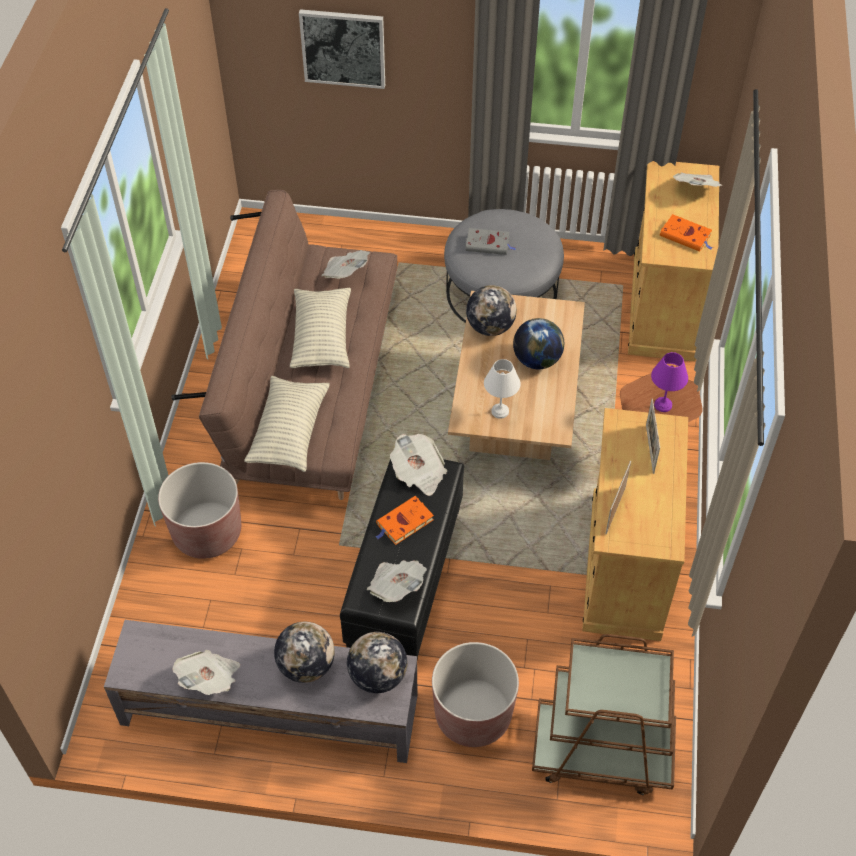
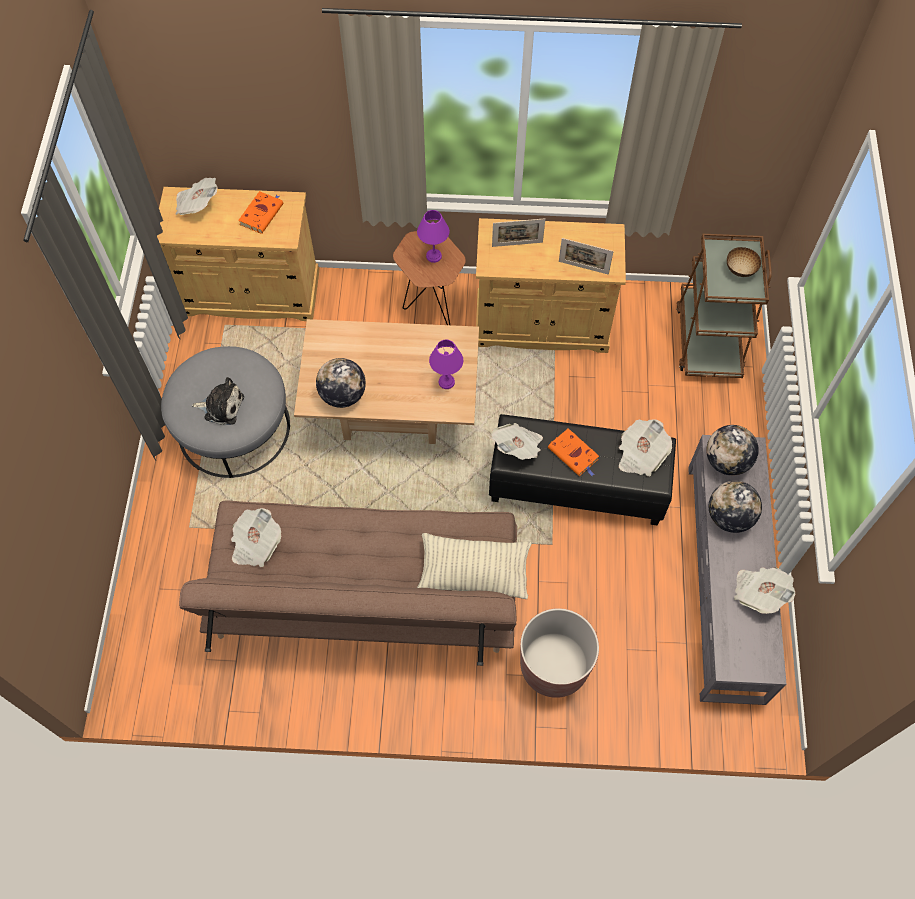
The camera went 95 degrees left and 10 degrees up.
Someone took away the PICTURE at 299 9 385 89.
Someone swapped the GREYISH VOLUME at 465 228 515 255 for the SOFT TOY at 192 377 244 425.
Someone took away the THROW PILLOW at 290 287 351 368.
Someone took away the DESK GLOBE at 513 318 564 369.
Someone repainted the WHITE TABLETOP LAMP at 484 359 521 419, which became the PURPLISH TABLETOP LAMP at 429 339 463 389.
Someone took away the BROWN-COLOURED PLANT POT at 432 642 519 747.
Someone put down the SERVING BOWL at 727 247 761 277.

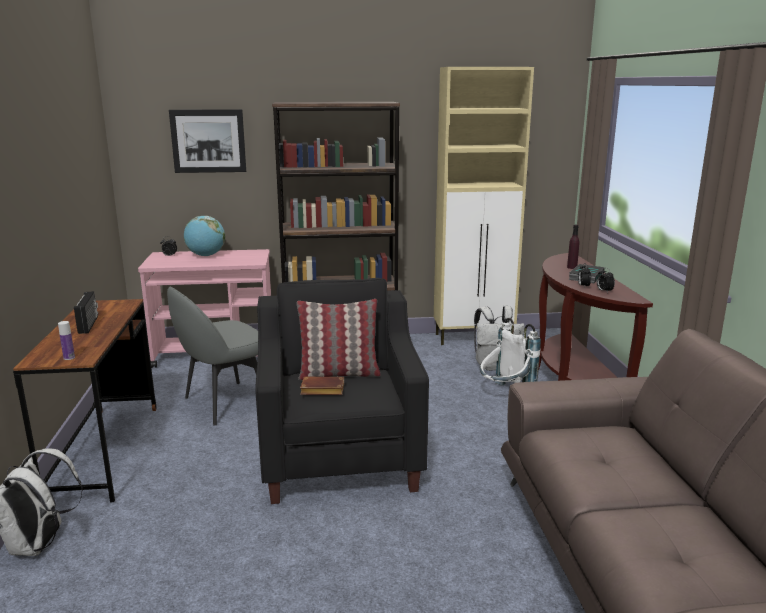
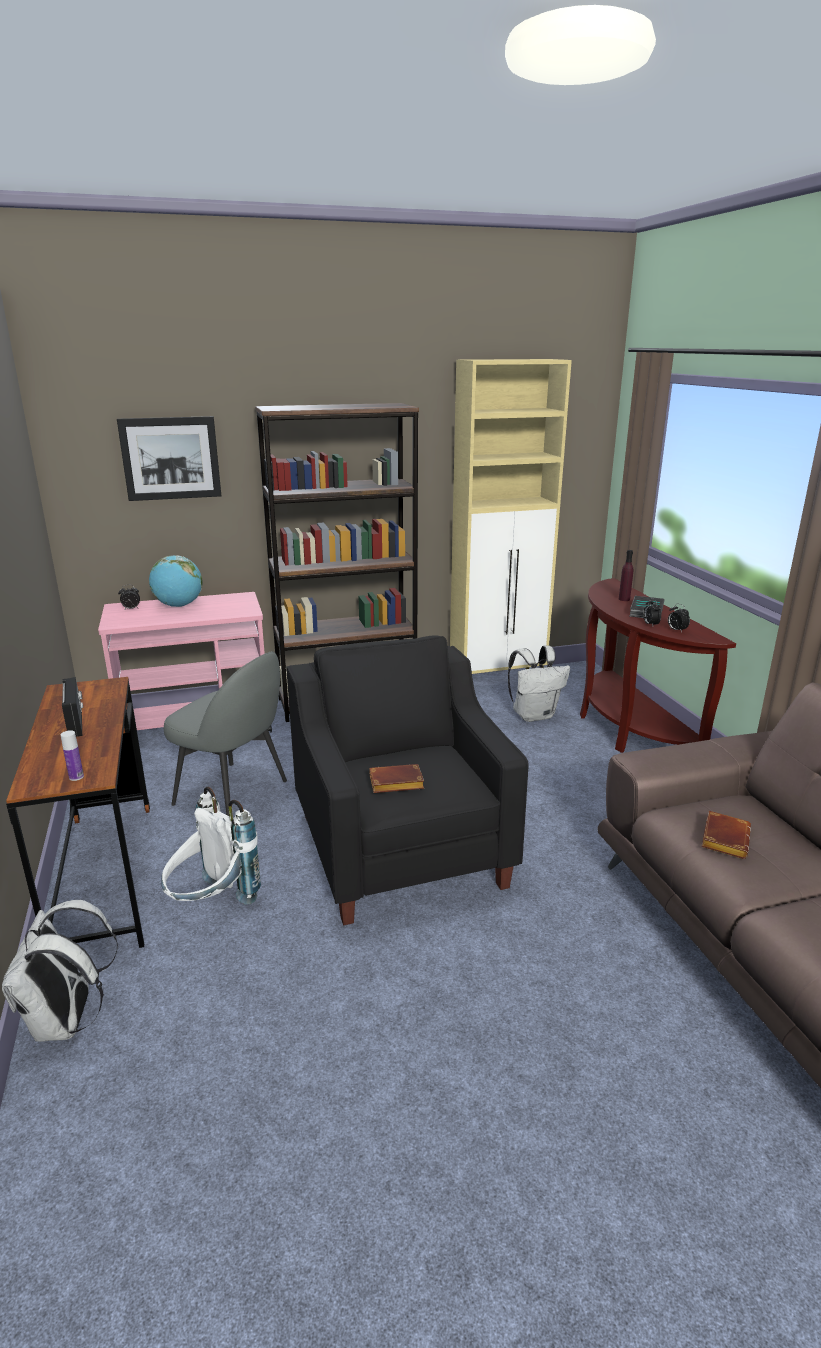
The camera went 10 degrees left and 5 degrees up.
Someone rotated the GREYISH CHAIR at 167 287 258 425 by 105 degrees counterclockwise.
Someone took away the THROW PILLOW at 297 299 381 380.
Someone carried the WHITE BACKPACK from 480 318 541 385 to 161 787 261 904.
Someone put down the BROWN-COLOURED VOLUME at 702 811 751 859.

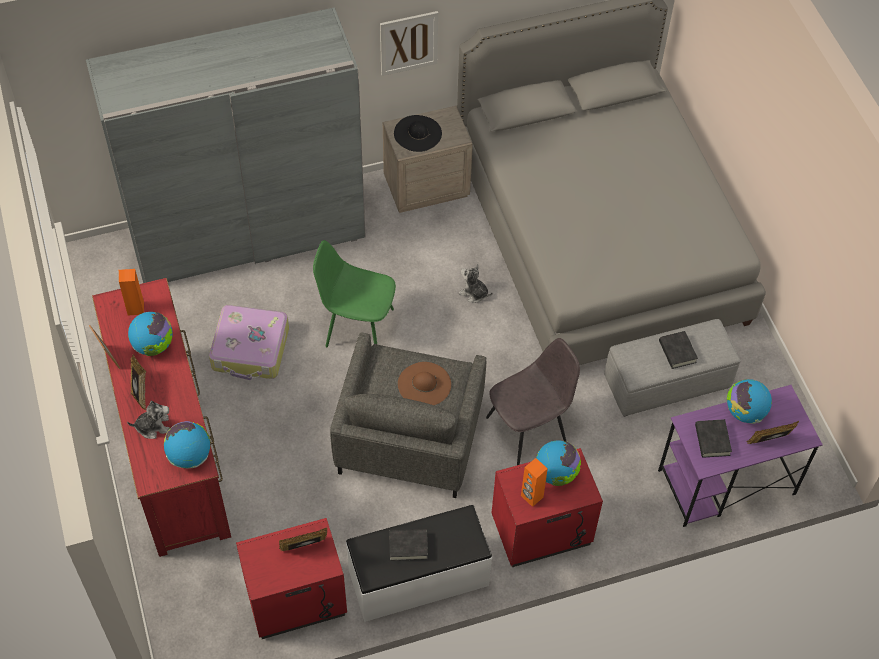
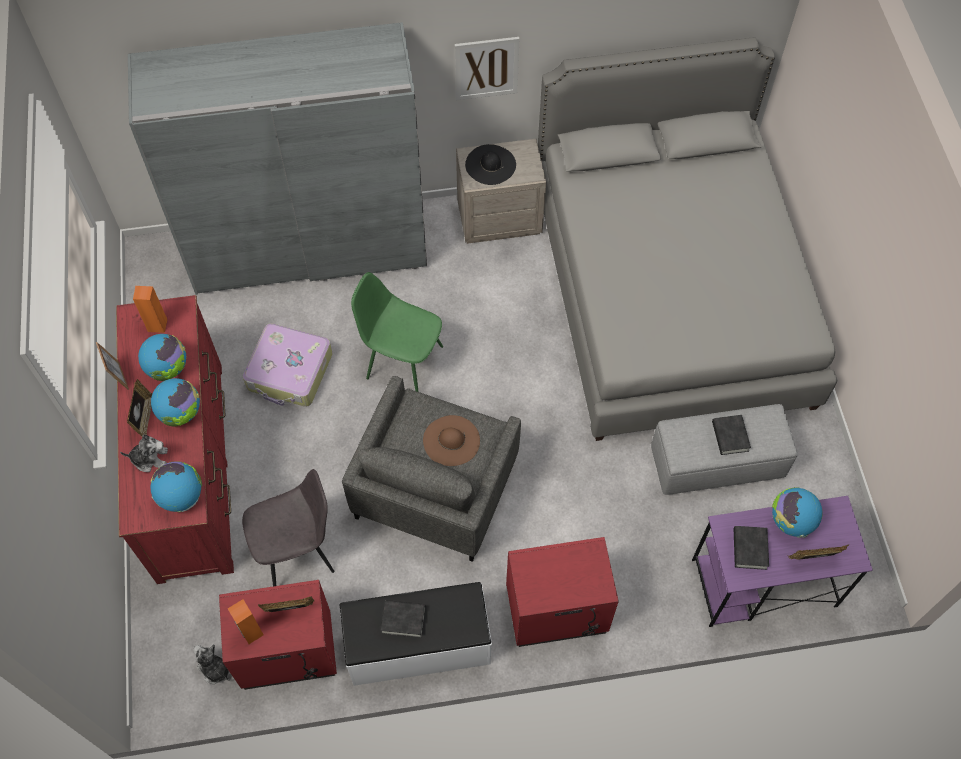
The camera went 10 degrees right and 5 degrees up.
Someone carried the SOFT TOY from 459 264 492 303 to 193 644 230 684.
Someone carried the GREYISH CHAIR from 486 338 580 465 to 242 469 334 586.
Someone carried the DESK GLOBE from 536 440 581 486 to 151 378 200 427.
Someone carried the ORANGE LOUDSPEAKER from 521 458 548 507 to 228 599 264 644.

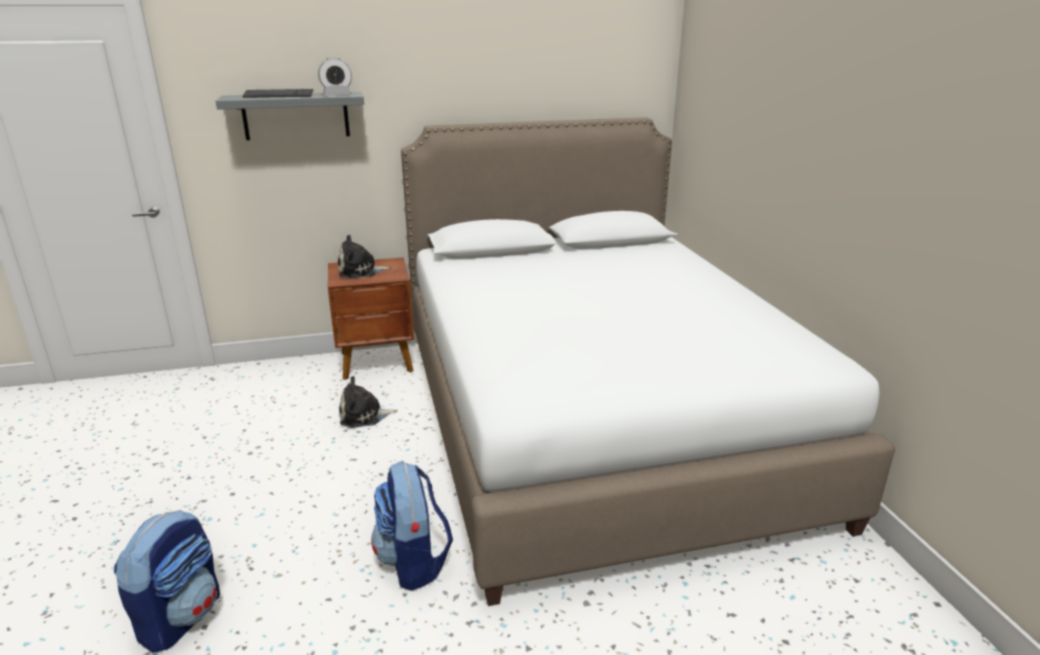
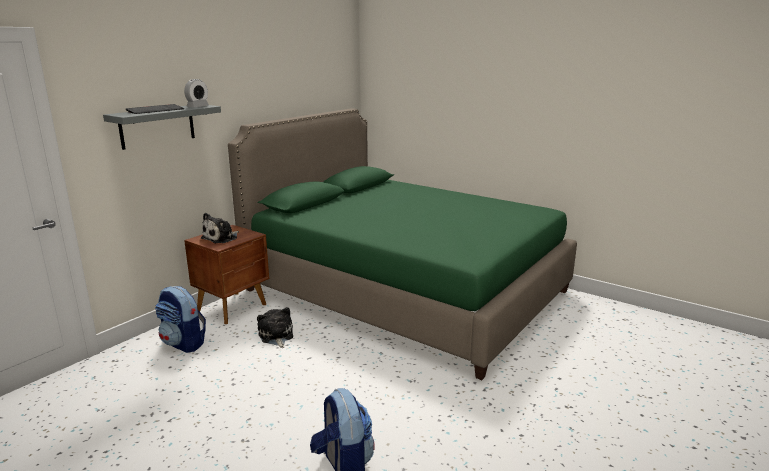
The camera went 40 degrees left and 5 degrees down.
Someone repainted the WHITE SLEEPING BED at 401 117 895 606, which became the GREEN-COLOURED SLEEPING BED at 228 108 577 380.
Someone rotated the SOFT TOY at 339 376 398 428 by 120 degrees clockwise.
Someone carried the BACKPACK from 371 461 453 591 to 155 286 206 353.

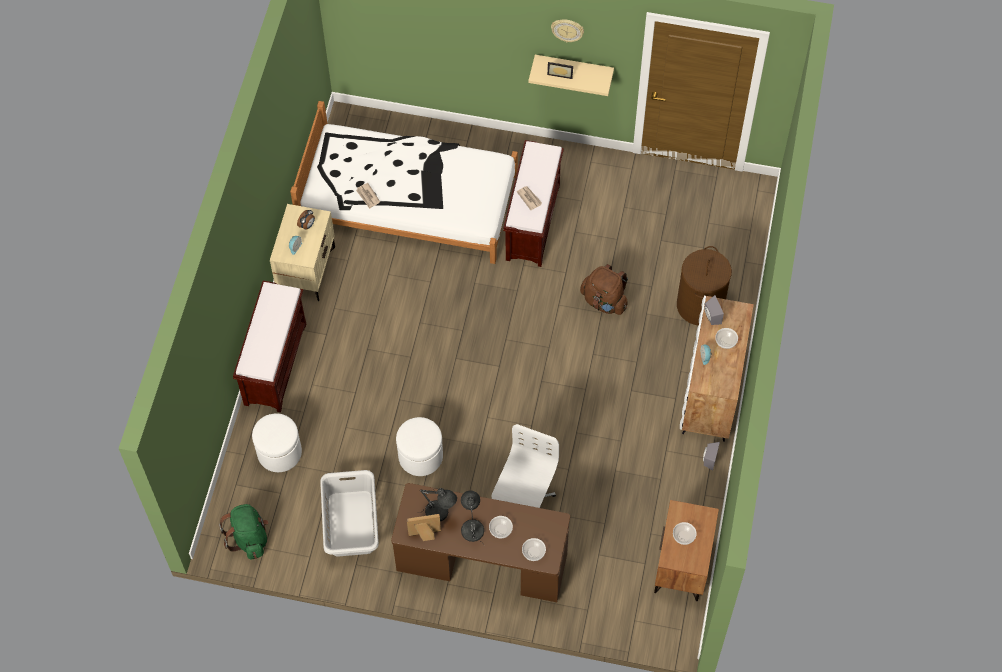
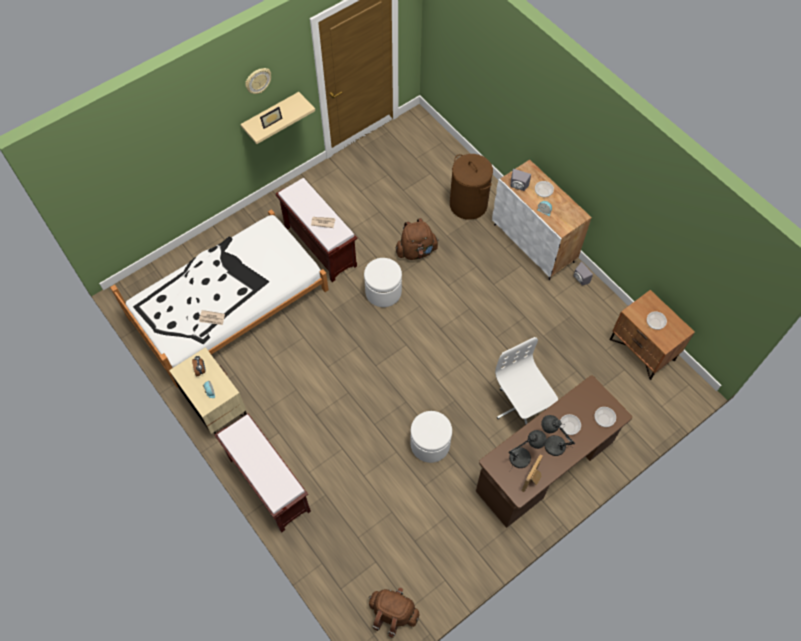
The camera went 50 degrees left and 0 degrees up.
Someone carried the WHITE OTTOMAN from 252 413 302 472 to 364 258 402 307.
Someone took away the GREYISH LAUNDRY BASKET at 320 470 379 557.
Someone repainted the GREEN-COLOURED BACKPACK at 219 504 269 559, which became the BROWN-COLOURED BACKPACK at 368 587 419 638.

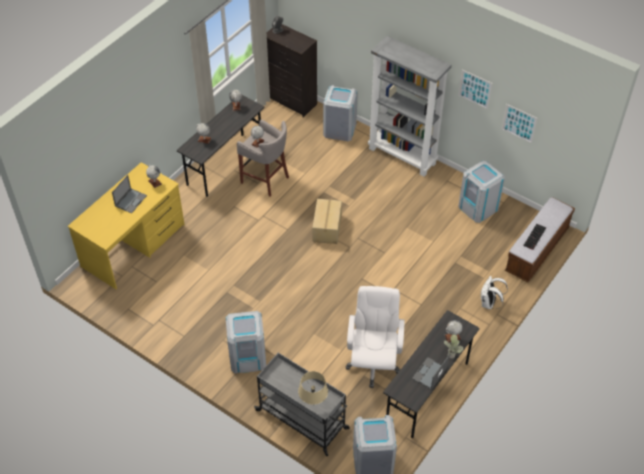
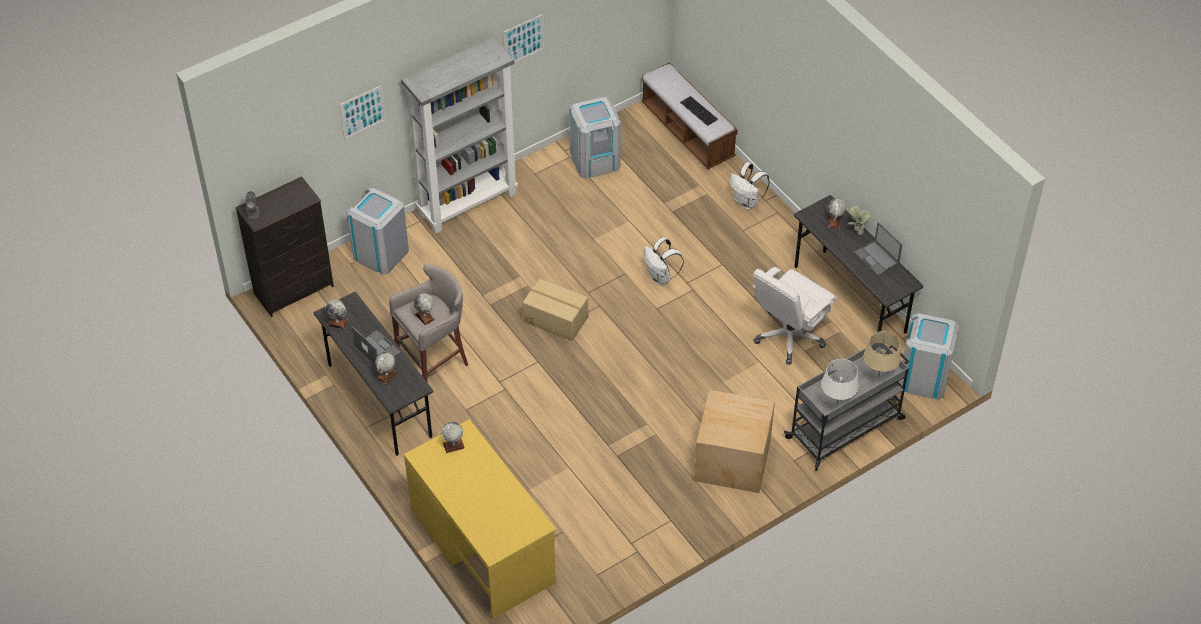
The camera went 70 degrees left and 0 degrees up.
Someone carried the PICTURE from 502 104 538 143 to 339 85 386 139.
Someone carried the NOTEBOOK COMPUTER from 112 175 147 213 to 352 326 401 364.
Someone rotated the WHITE DESK CHAIR at 345 286 405 388 by 75 degrees counterclockwise.
Someone swapped the GREYISH WASTE BIN at 226 311 266 374 for the CARDBOARD BOX at 694 390 775 493.
Someone put down the WHITE BACKPACK at 643 237 684 285.
Someone put down the WHITE TABLETOP LAMP at 821 359 859 403.

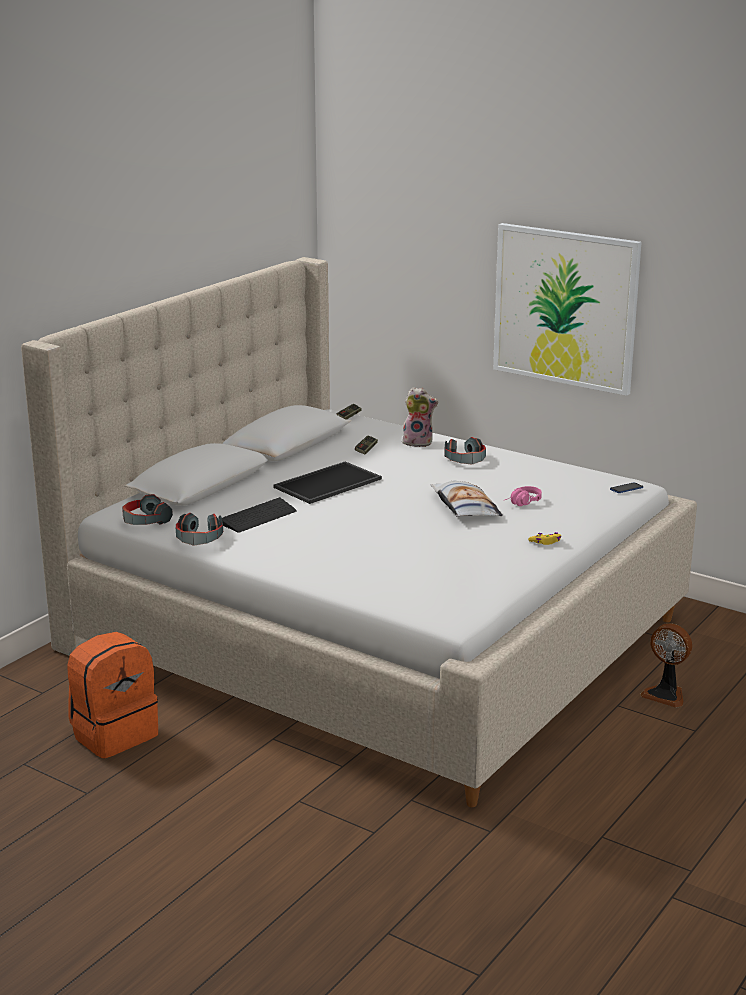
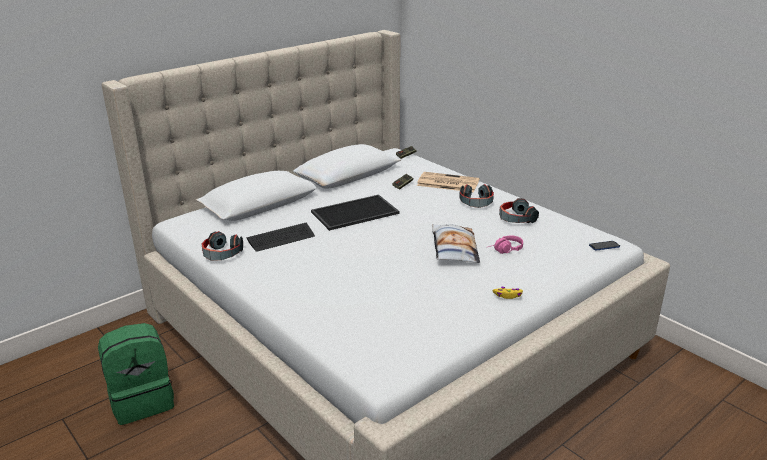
The camera went 15 degrees right and 5 degrees up.
Someone took away the PICTURE at 493 223 642 396.
Someone swapped the SOFT TOY at 402 387 438 447 for the NEWSPAPER at 417 172 479 192.
Someone carried the PAIR OF HEADPHONES from 122 494 173 525 to 499 198 539 223.
Someone took away the COOLING FAN at 640 623 692 708.
Someone repainted the ORANGE BACKPACK at 67 632 158 758, which became the GREEN-COLOURED BACKPACK at 98 323 174 425.

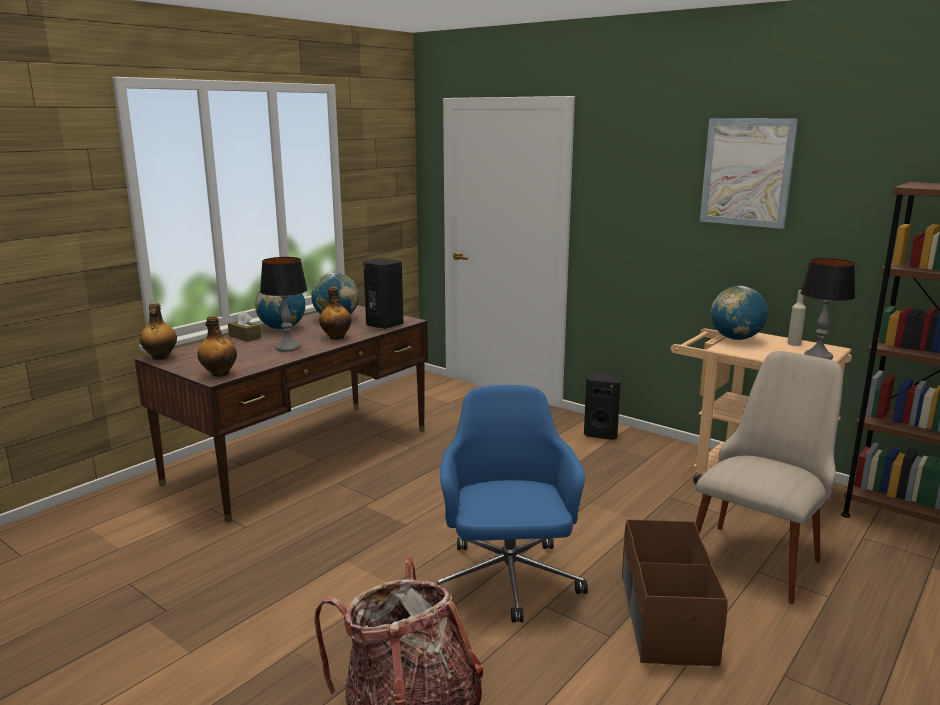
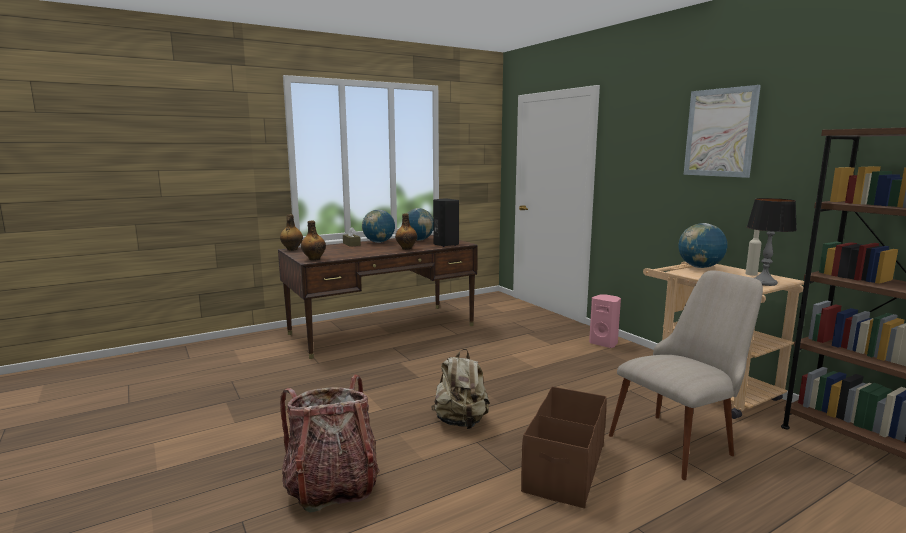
The camera went 20 degrees right and 5 degrees down.
Someone took away the TABLETOP LAMP at 260 257 308 352.
Someone repainted the BLACK-COLOURED LOUDSPEAKER at 584 372 621 440, which became the PINK LOUDSPEAKER at 589 294 621 348.
Someone swapped the BLUE-COLOURED DESK CHAIR at 437 385 588 623 for the BEIGE BACKPACK at 431 349 490 429.

